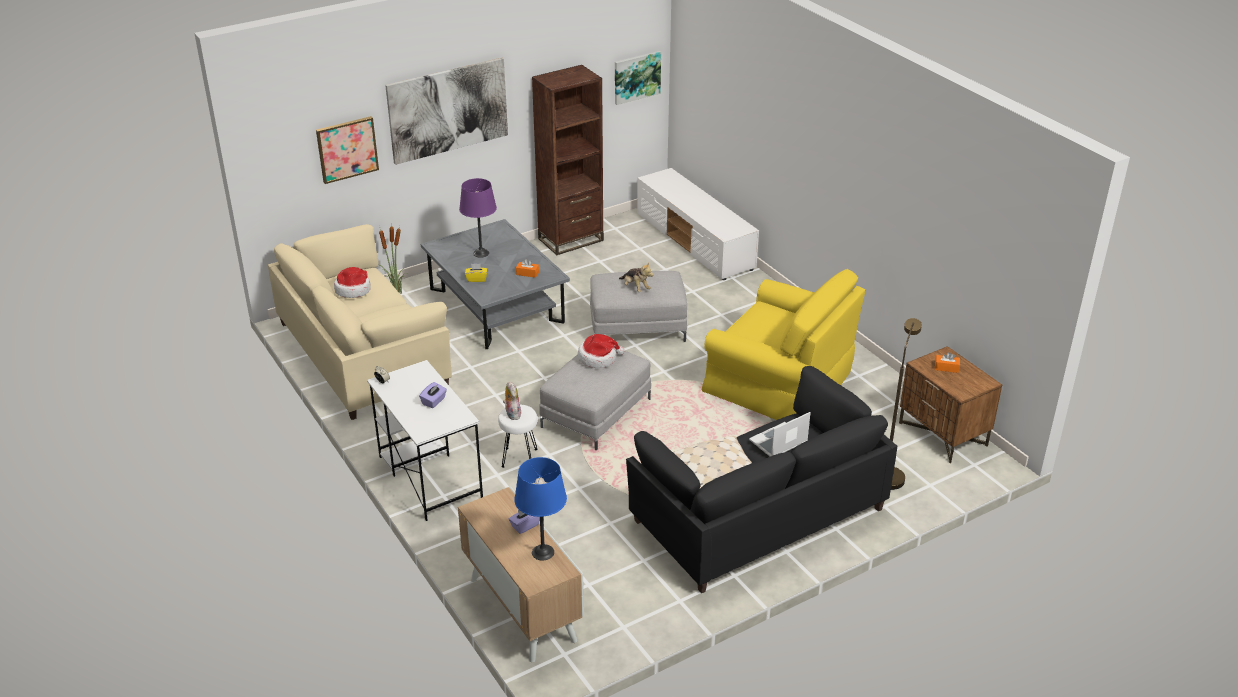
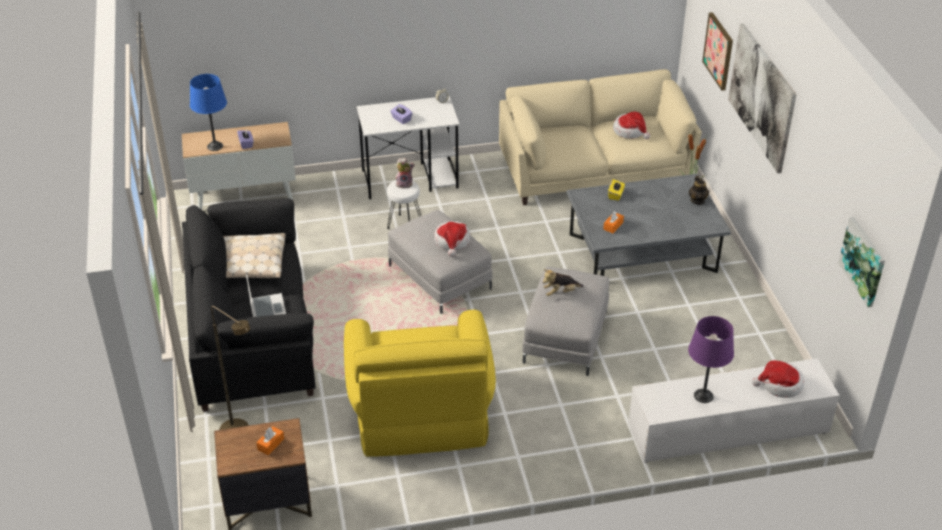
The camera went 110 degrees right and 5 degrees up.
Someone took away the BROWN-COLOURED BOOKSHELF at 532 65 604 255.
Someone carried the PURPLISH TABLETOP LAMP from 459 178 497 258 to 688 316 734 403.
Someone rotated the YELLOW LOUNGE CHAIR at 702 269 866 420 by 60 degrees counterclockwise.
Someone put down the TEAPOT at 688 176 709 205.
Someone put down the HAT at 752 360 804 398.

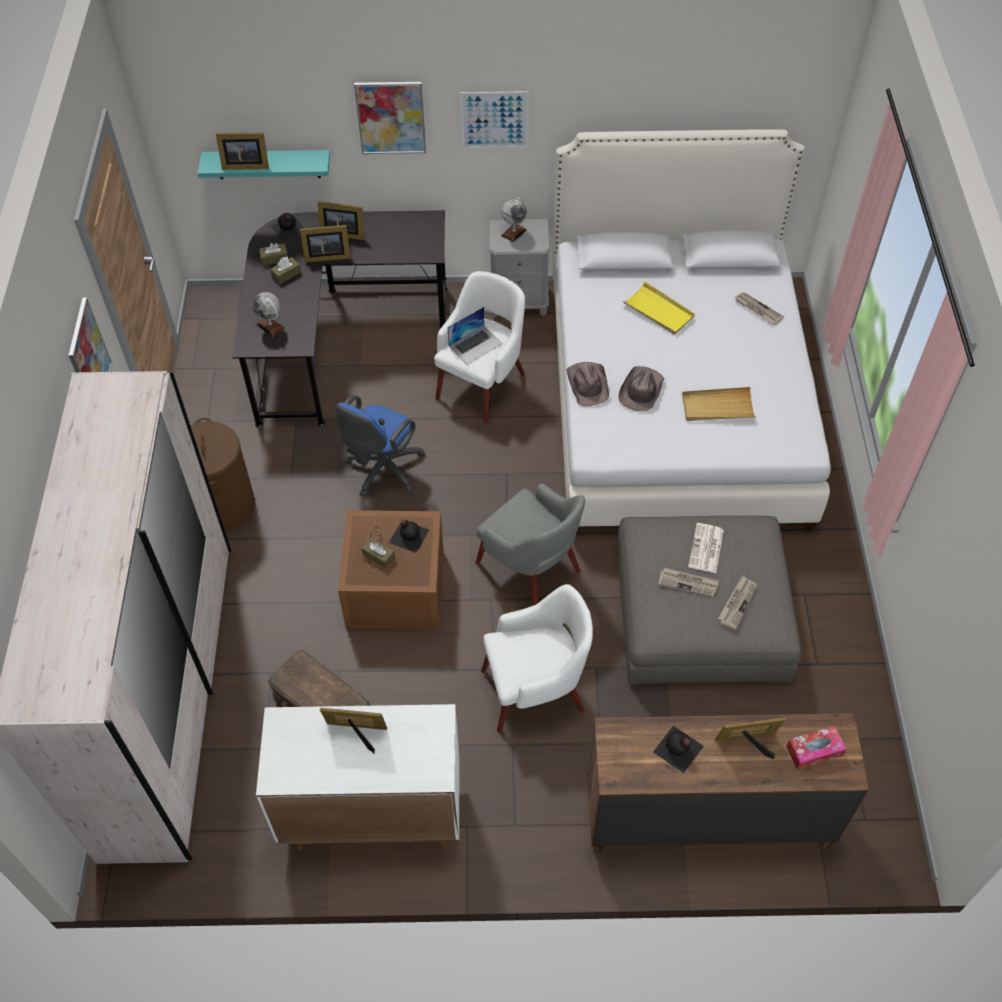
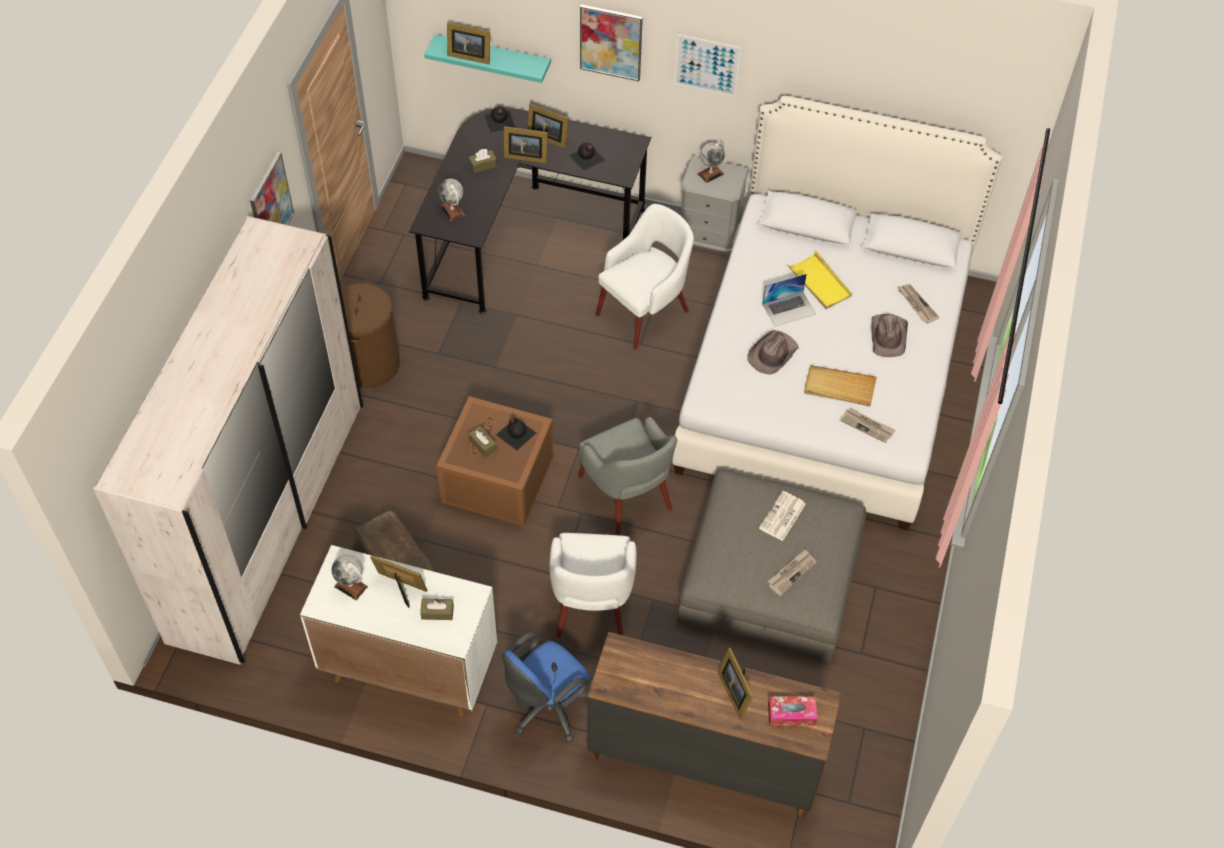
The camera went 15 degrees right and 0 degrees up.
Someone carried the BROWN-COLOURED TISSUE HOLDER from 259 243 288 266 to 420 599 454 620.
Someone carried the NOTEBOOK COMPUTER from 448 307 503 364 to 762 274 816 327.
Someone carried the BROWN-COLOURED HAT from 566 362 609 406 to 871 314 908 357.
Someone carried the BLUE-COLOURED DESK CHAIR from 335 395 425 497 to 502 631 590 743.
Someone carried the NEWSPAPER from 658 568 719 597 to 840 408 896 443.
Someone rotated the WHITE LOUNGE CHAIR at 481 584 593 733 by 90 degrees clockwise.
Someone rotated the PHOTO FRAME at 715 717 786 759 by 120 degrees counterclockwise.
Someone carried the BLACK-COLOURED BOTTLE from 653 726 704 773 to 569 143 605 171.
Someone put down the DESK GLOBE at 332 554 368 600.

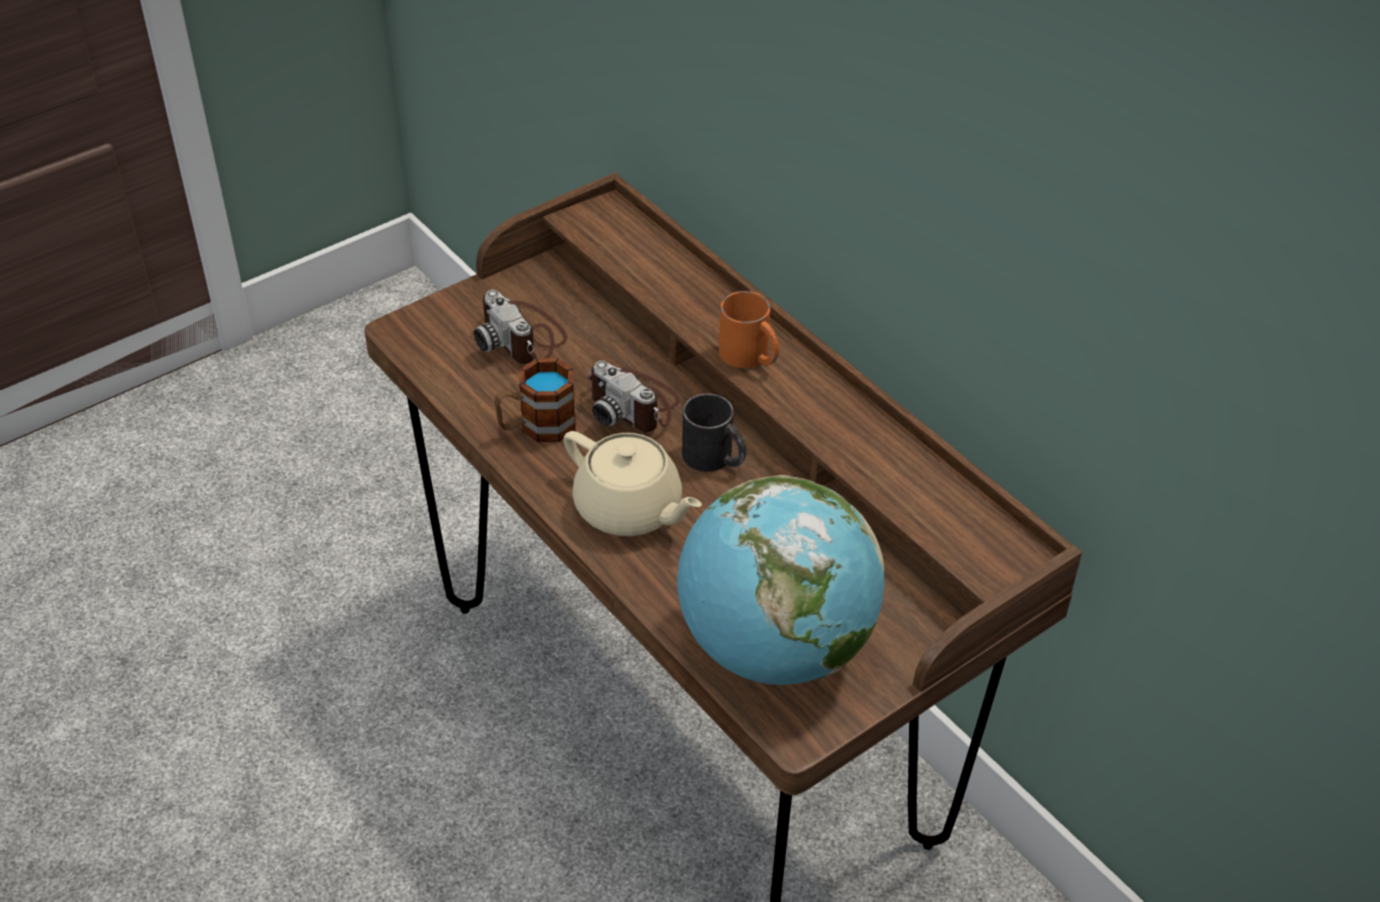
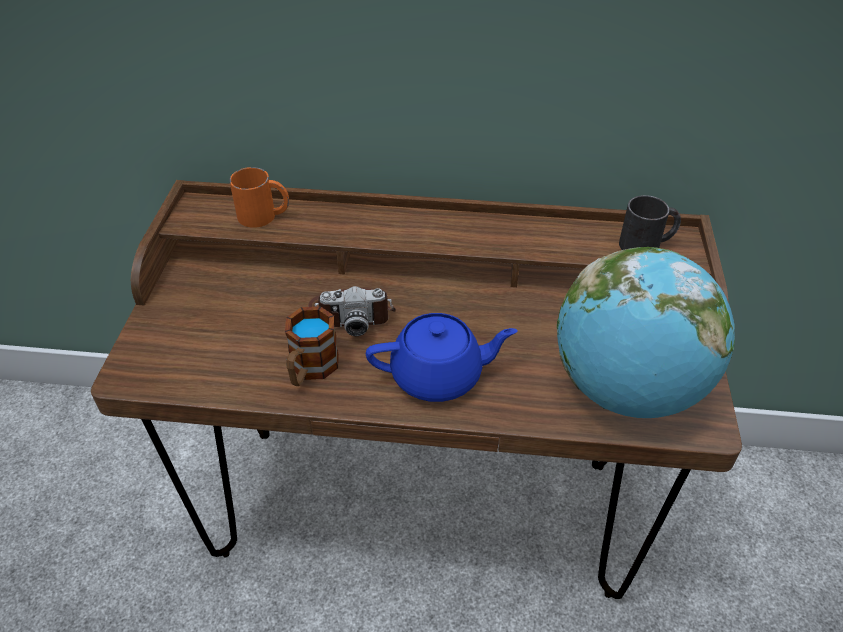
The camera went 45 degrees left and 0 degrees up.
Someone took away the STILL CAMERA at 474 290 567 364.
Someone carried the ORANGE MUG from 719 291 779 368 to 229 167 289 228.
Someone carried the BLACK-COLOURED MUG from 682 393 747 472 to 619 195 681 250.
Someone repainted the BEIGE TEAPOT at 563 431 702 536, which became the BLUE-COLOURED TEAPOT at 366 313 518 402.

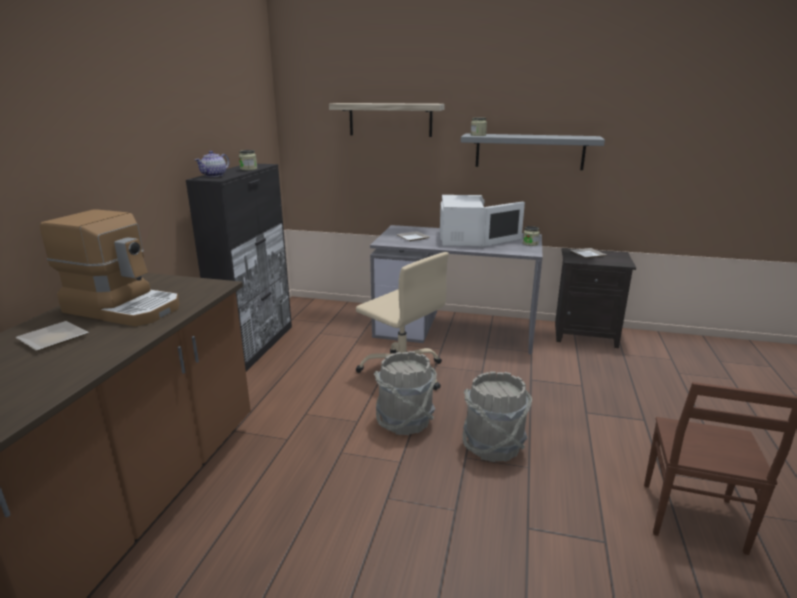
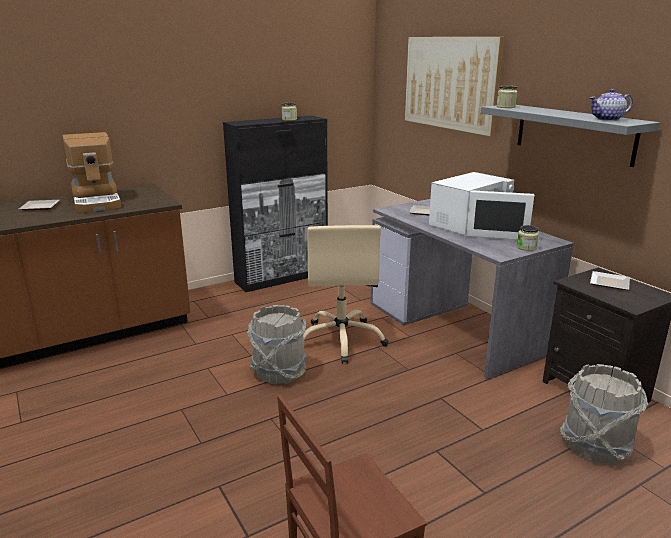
The camera went 45 degrees right and 0 degrees up.
Someone swapped the WALL SHELF at 329 103 445 137 for the PICTURE at 405 37 504 136.
Someone carried the TEAPOT from 195 151 229 177 to 589 89 633 121.
Someone carried the GREYISH BUCKET from 462 371 532 462 to 560 364 648 465.

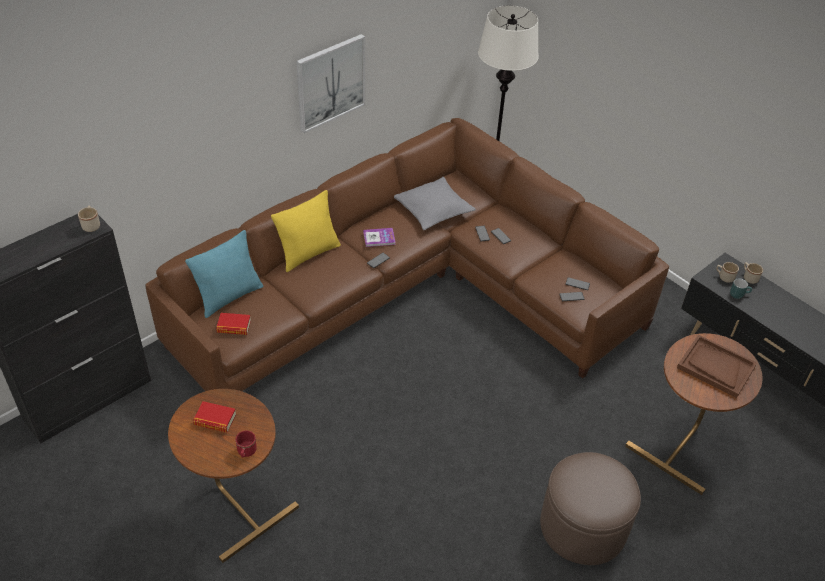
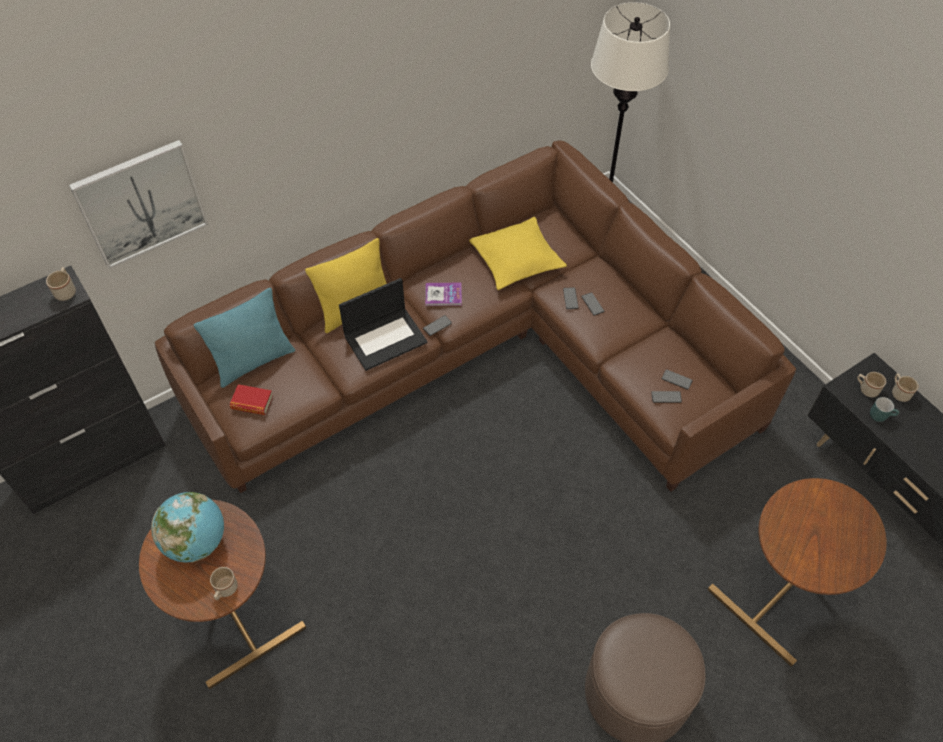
The camera went 10 degrees right and 10 degrees up.
Someone carried the PICTURE from 297 34 365 133 to 69 140 208 269.
Someone repainted the GREYISH THROW PILLOW at 394 177 476 230, which became the YELLOW THROW PILLOW at 469 217 567 290.
Someone took away the BROWN-COLOURED TRAY at 677 335 757 398.
Someone swapped the VOLUME at 193 401 236 433 for the DESK GLOBE at 151 492 224 562.
Someone repainted the RED-COLOURED MUG at 236 430 257 458, which became the BEIGE MUG at 210 567 238 600.
Someone put down the NOTEBOOK COMPUTER at 339 278 427 371.

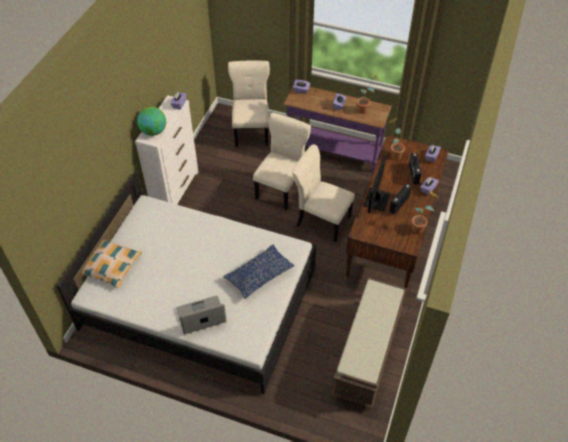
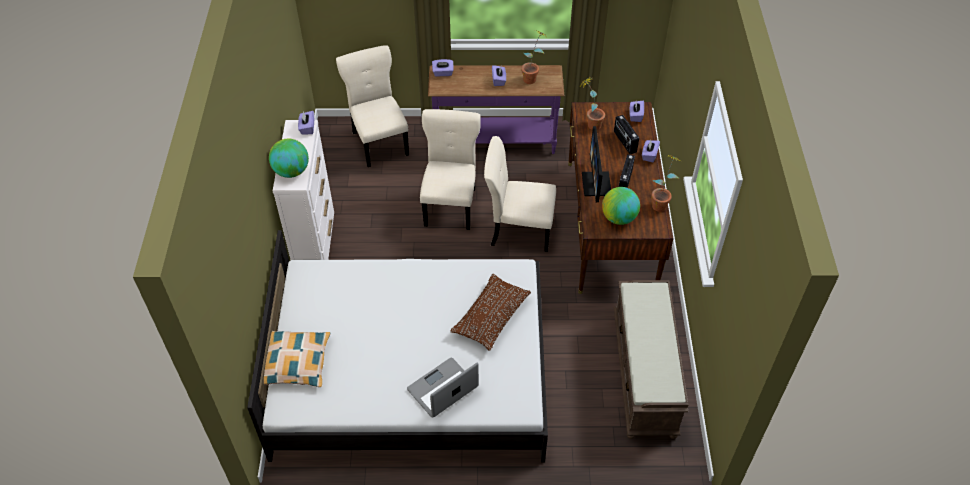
The camera went 20 degrees left and 0 degrees up.
Someone repainted the BLUE-COLOURED THROW PILLOW at 224 244 295 299, which became the BROWN-COLOURED THROW PILLOW at 451 274 531 351.
Someone put down the DESK GLOBE at 602 187 640 225.

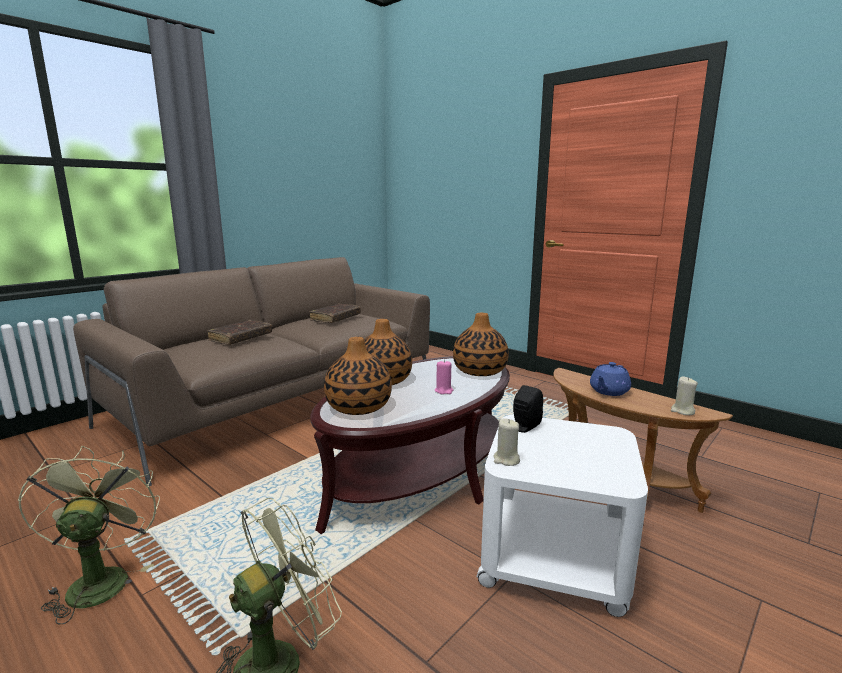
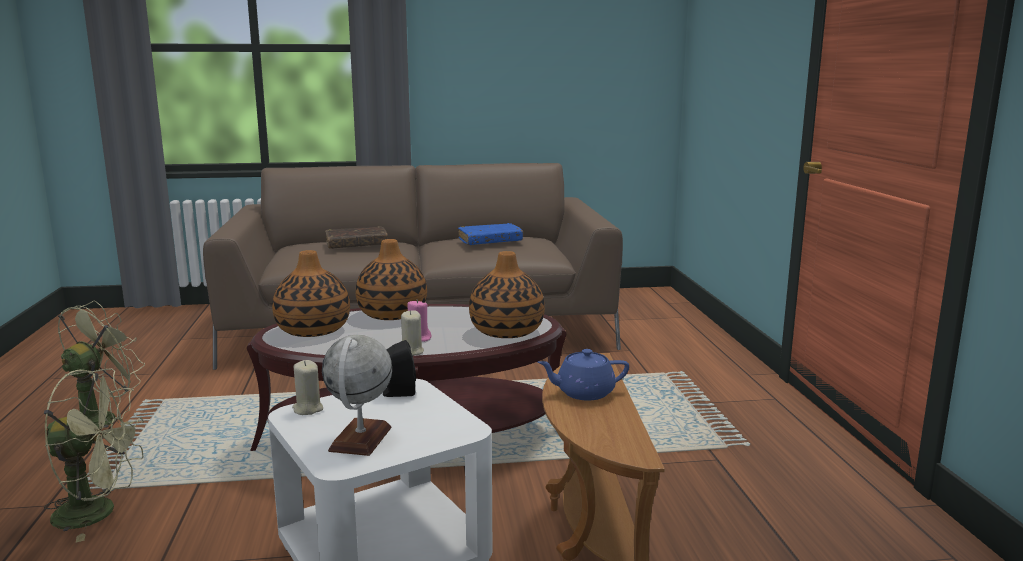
The camera went 40 degrees right and 0 degrees up.
Someone repainted the BROWN-COLOURED VOLUME at 309 303 361 323, which became the BLUE-COLOURED VOLUME at 458 223 523 245.
Someone carried the BEIGE WAX LIGHT from 671 377 698 415 to 401 310 424 356.
Someone put down the DESK GLOBE at 322 335 392 456.

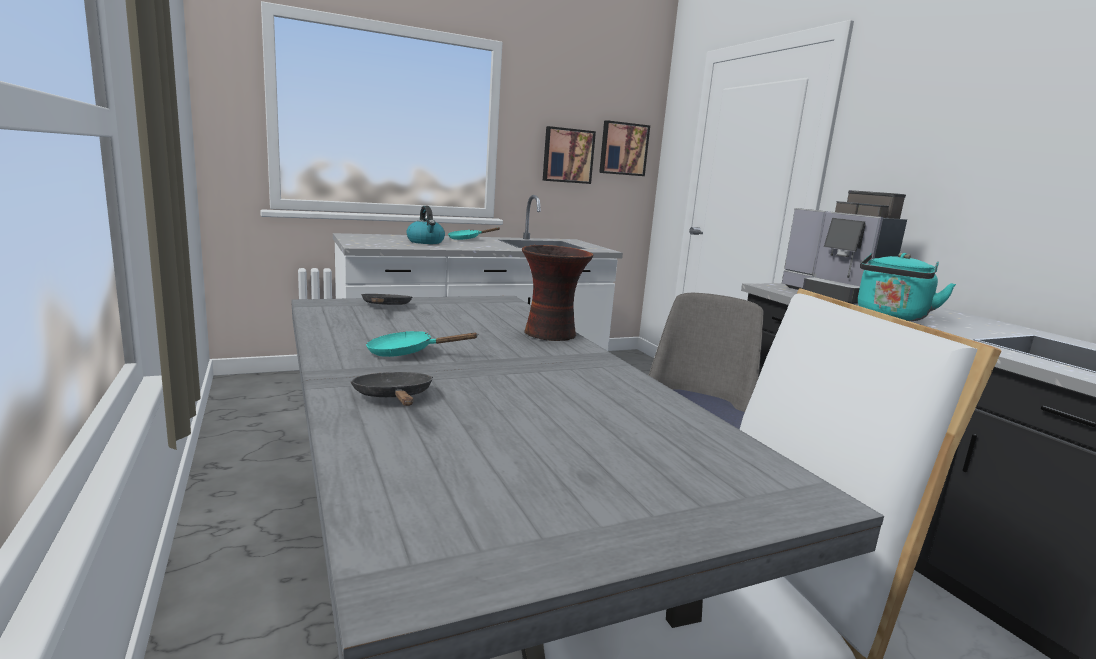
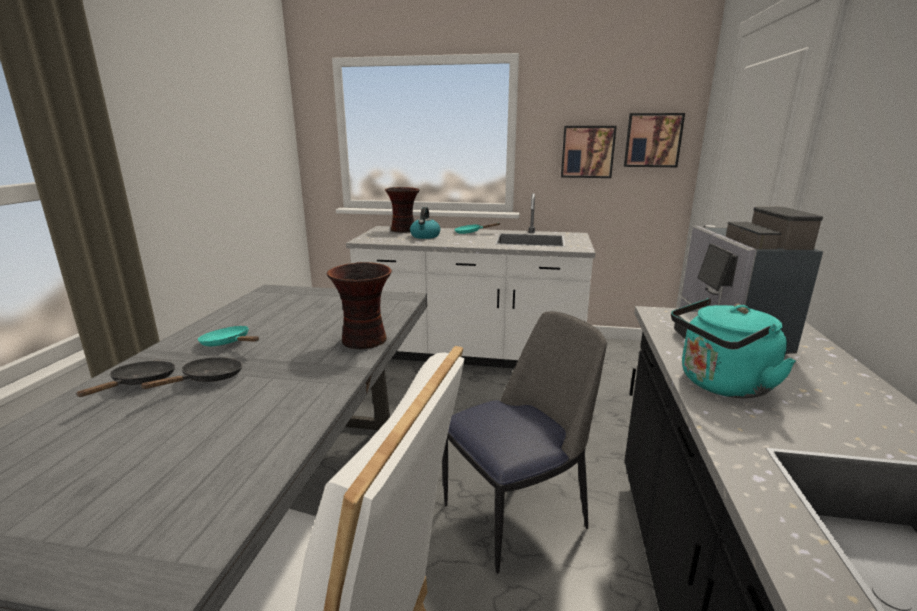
The camera went 35 degrees right and 5 degrees up.
Someone carried the BLACK-COLOURED SKILLET from 361 294 412 305 to 140 357 242 389.
Someone put down the FLOWER VASE at 385 187 419 233.

